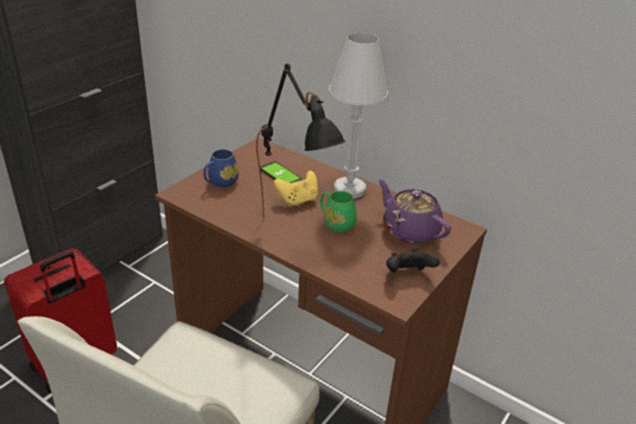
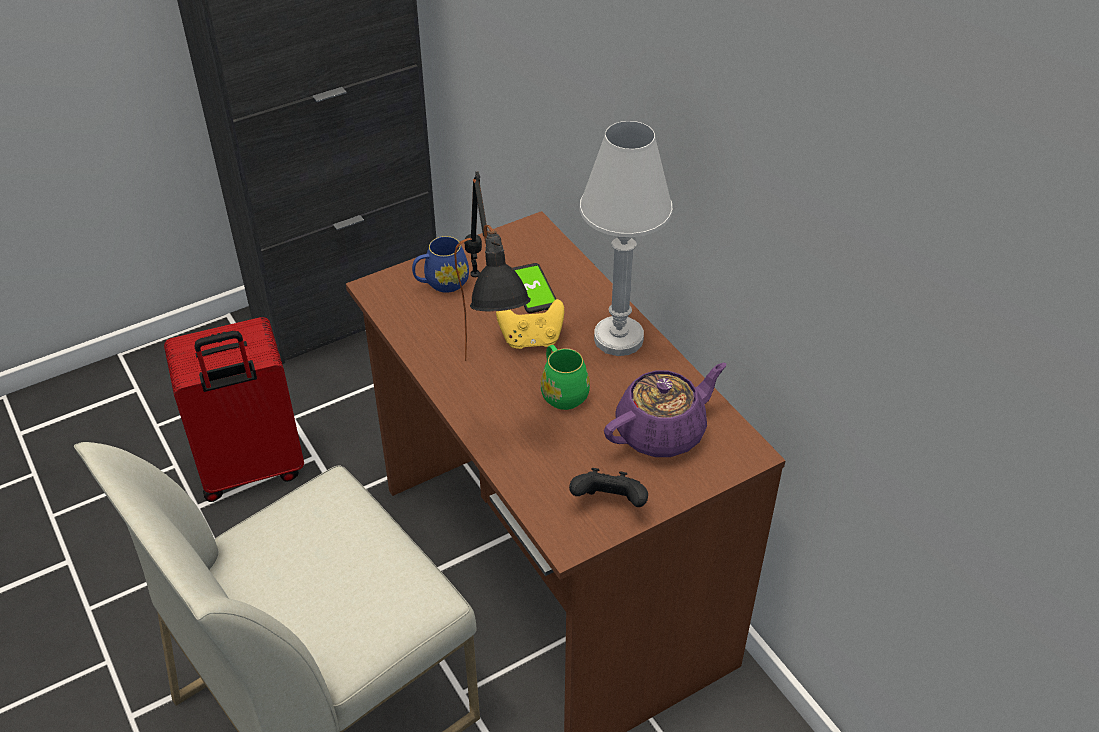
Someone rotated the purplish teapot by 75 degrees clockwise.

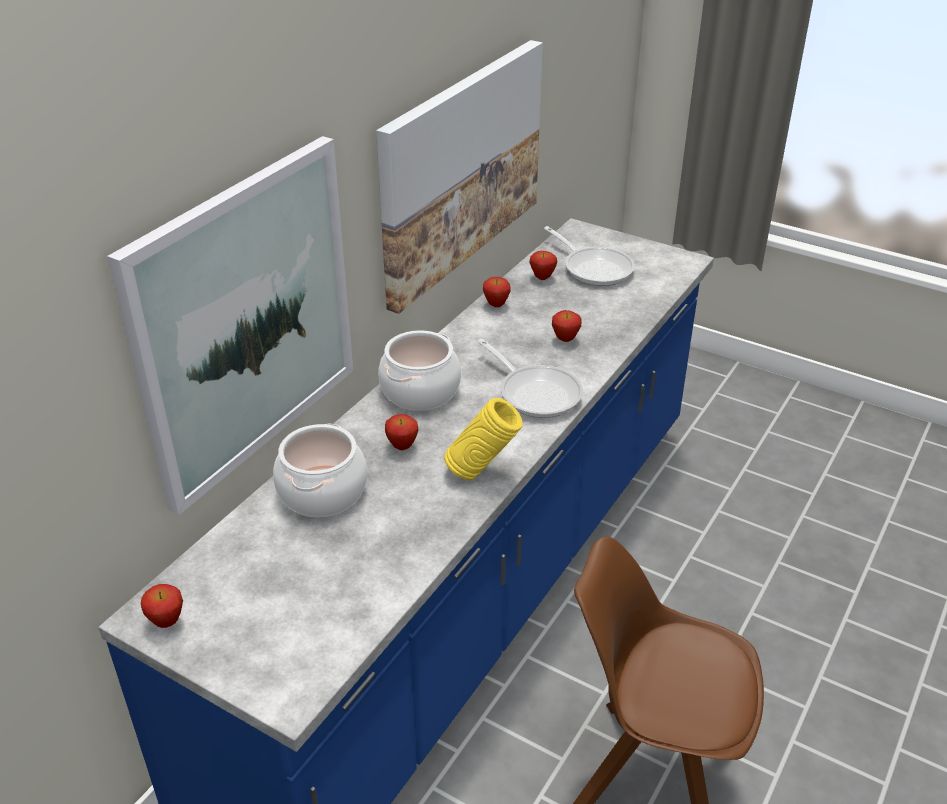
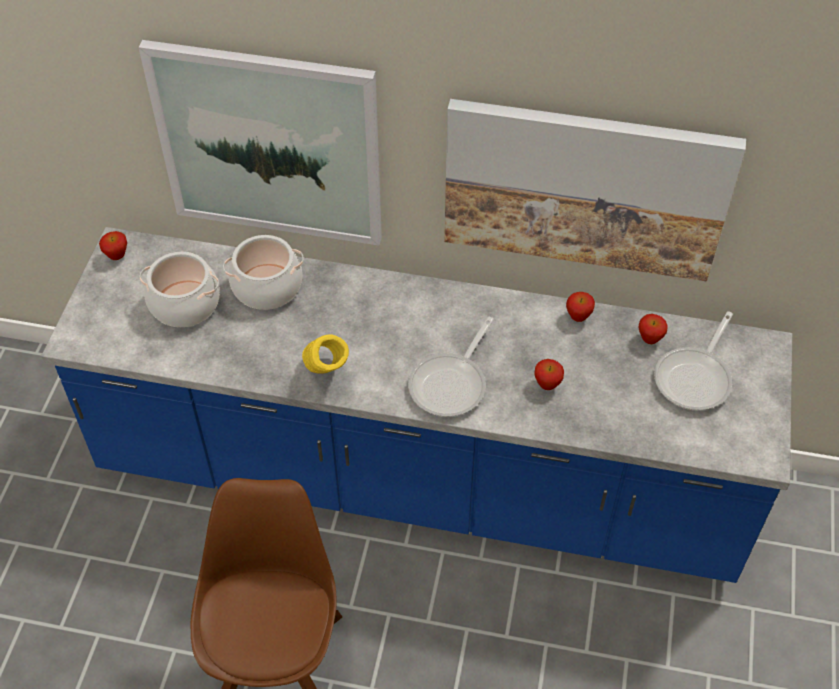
Someone carried the saucepot (2nd from left in the first image). Someone took away the whole apple (2nd from left).

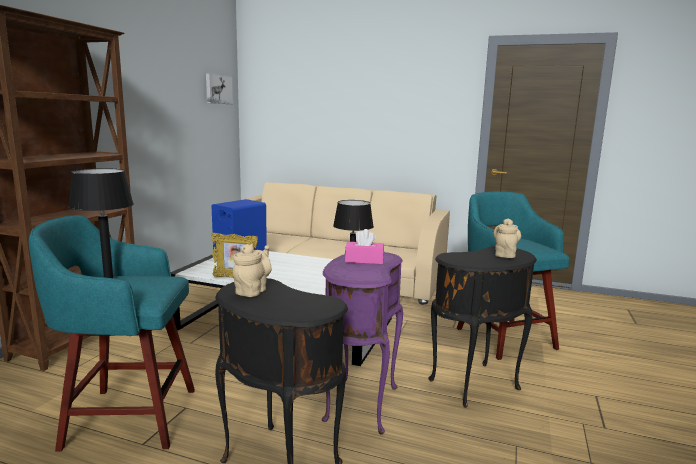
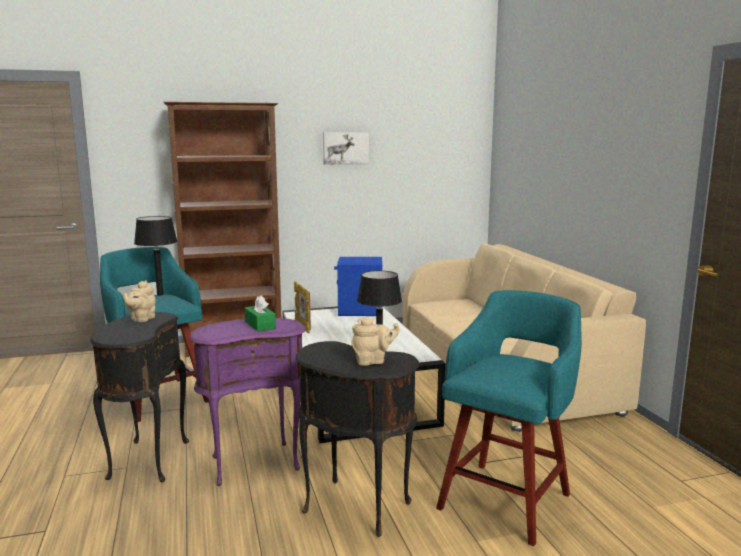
Someone carried the picture. Someone repainted the pink-coloured box of tissues, which became the green-coloured box of tissues. Someone rotated the beige-coloured teapot (1st from left) by 120 degrees clockwise.

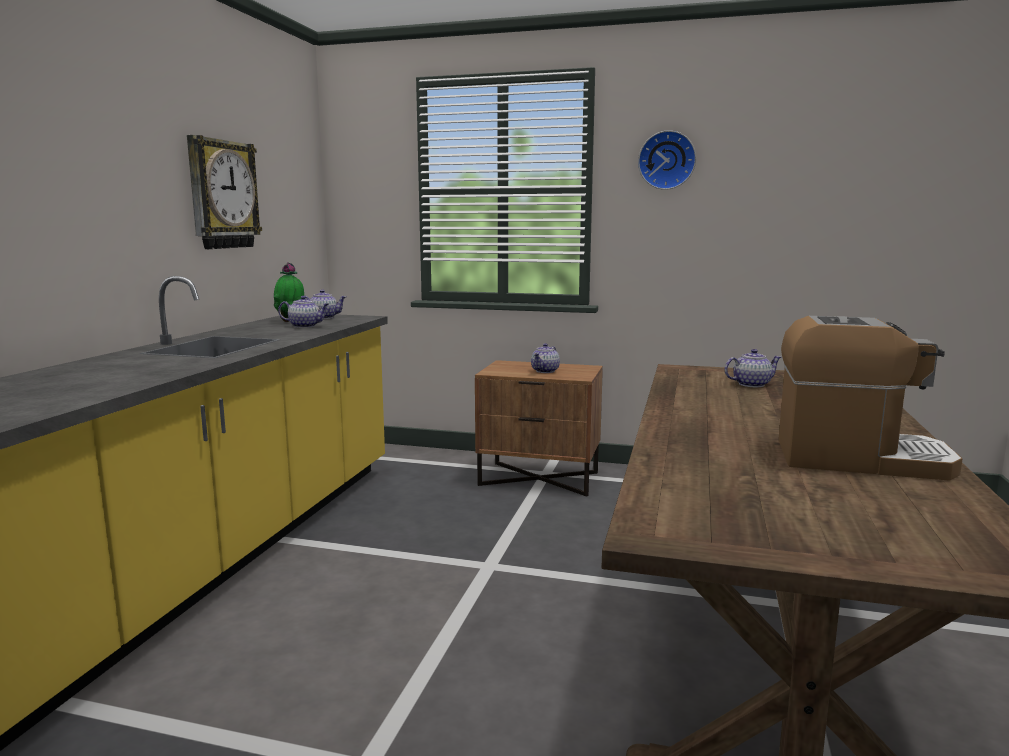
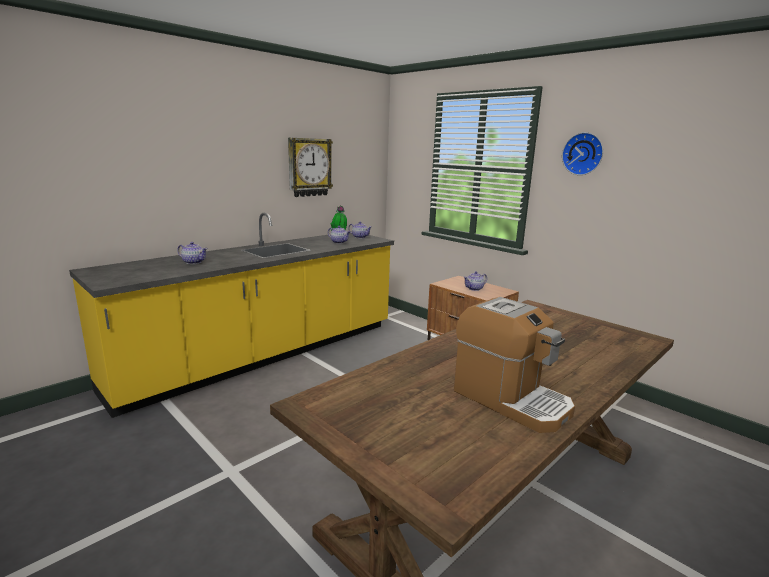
Someone carried the teapot (4th from left in the first image).

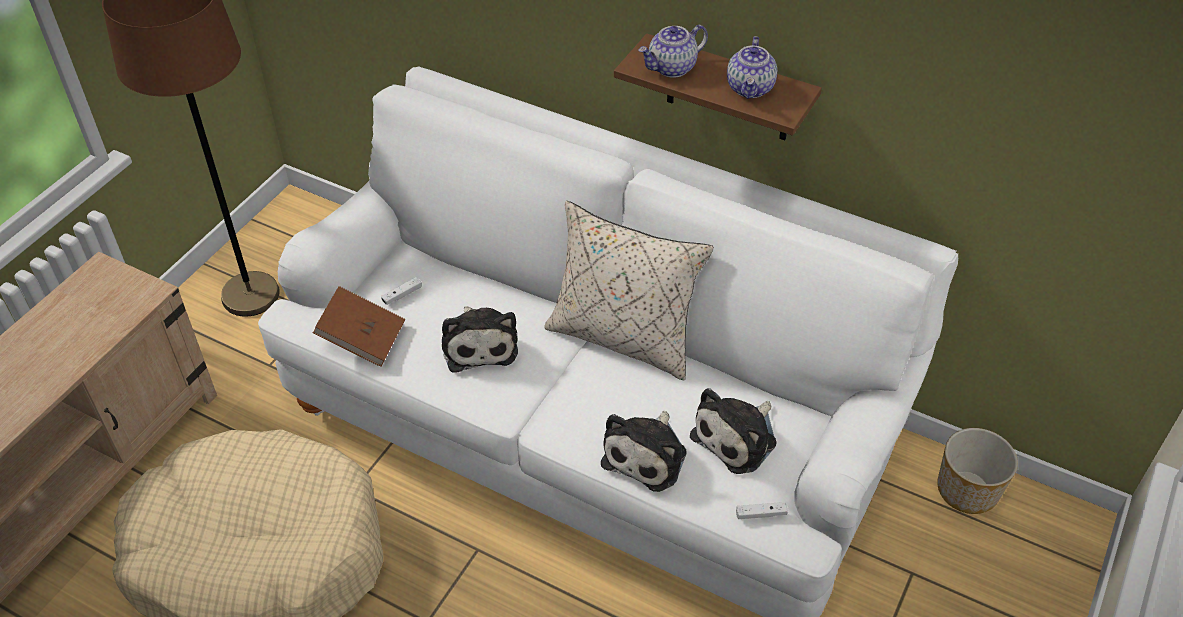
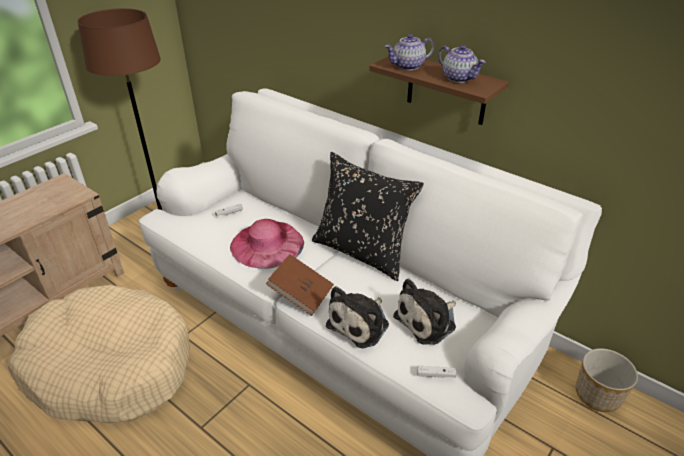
Someone rotated the teapot (2nd from left) by 60 degrees counterclockwise. Someone repainted the beige-coloured throw pillow, which became the black-coloured throw pillow. Someone carried the brown-coloured bound book. Someone swapped the cuddly toy (1st from left) for the pink-coloured hat.

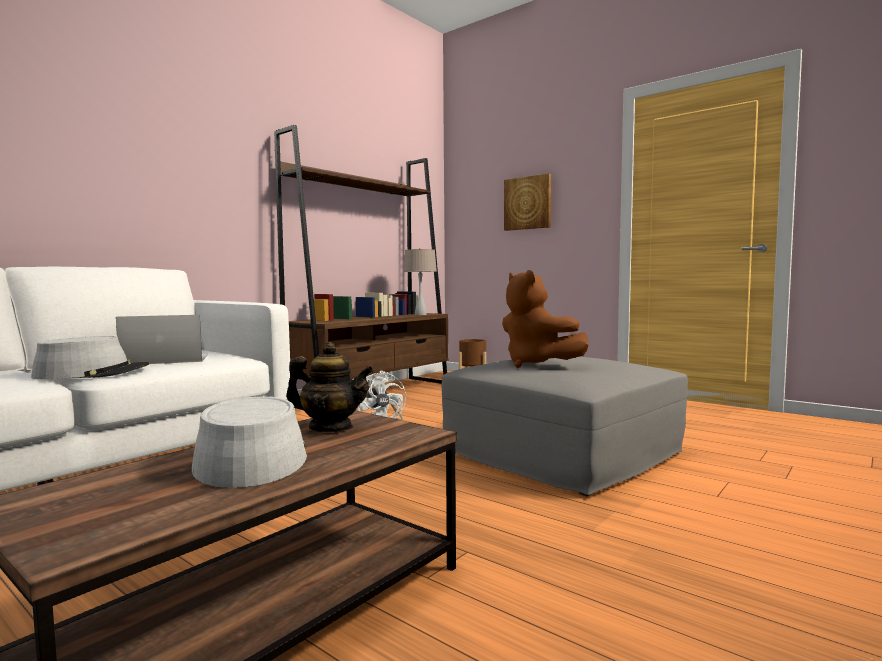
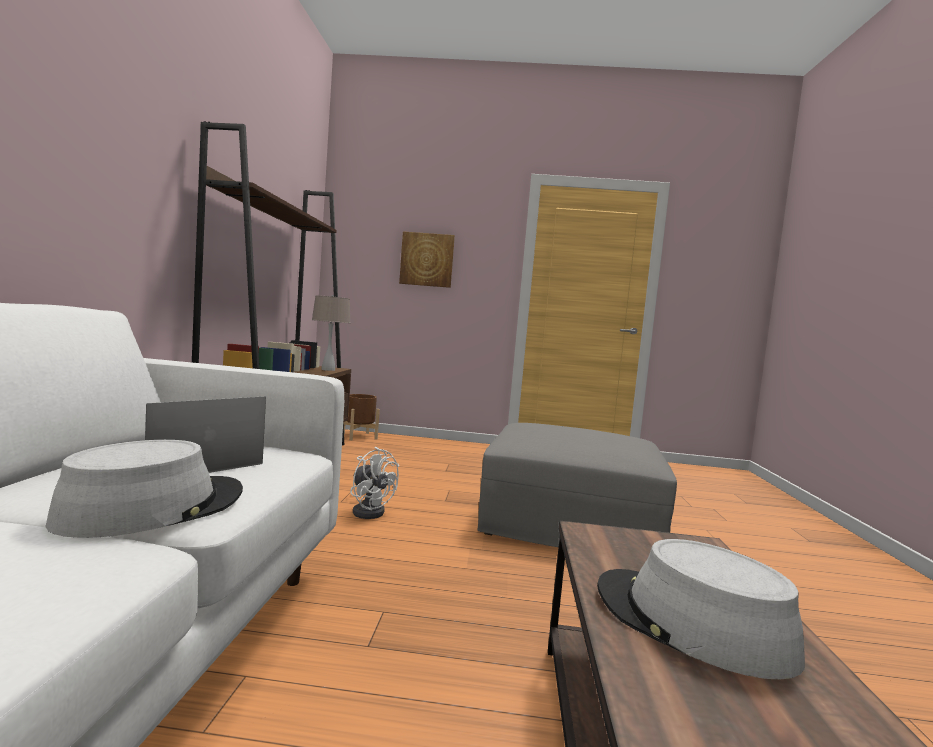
Someone took away the brown-coloured cuddly toy. Someone took away the teapot.

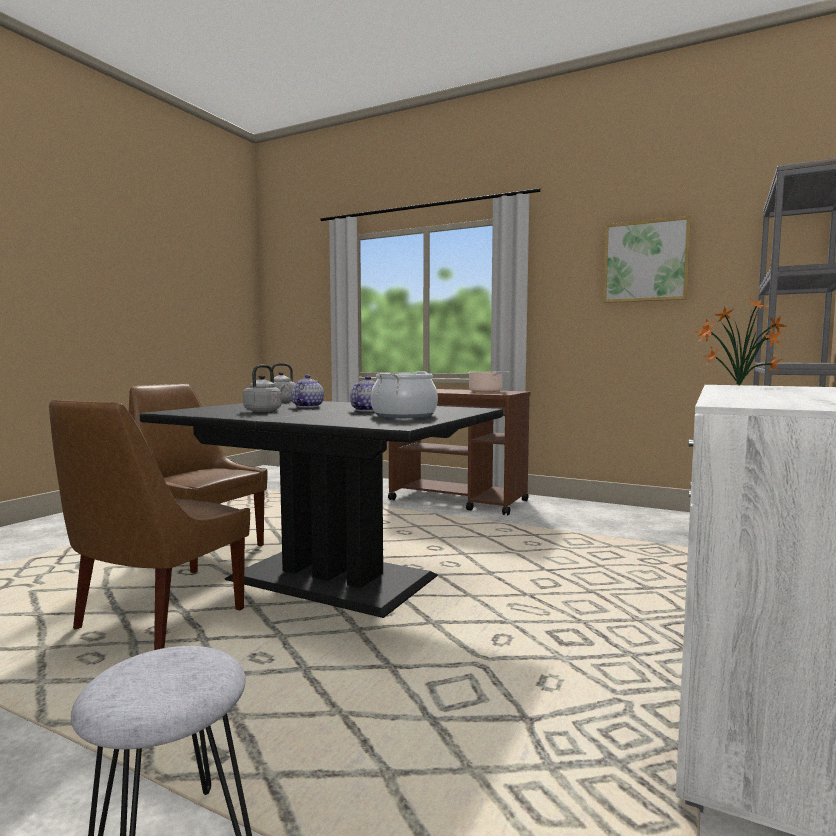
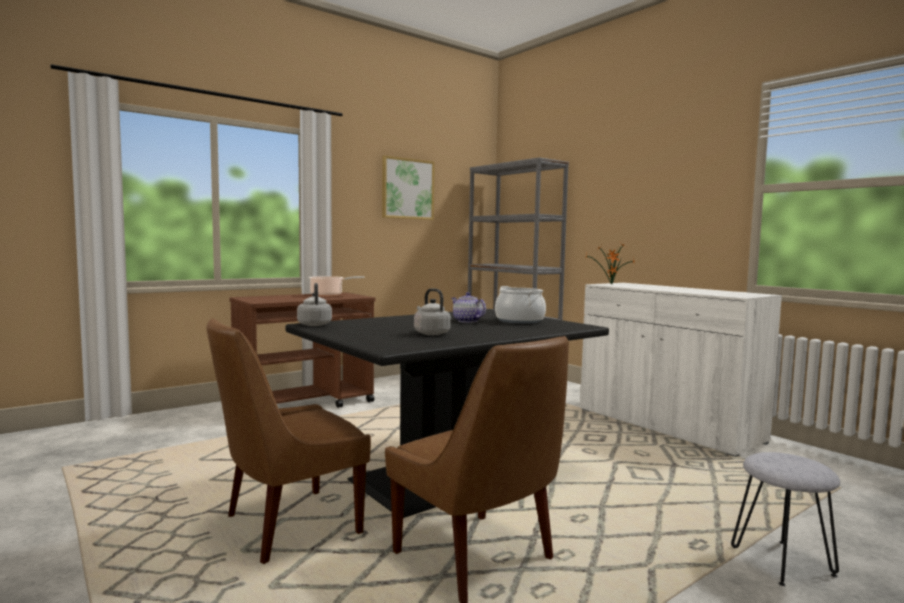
Someone took away the teapot (1st from left).

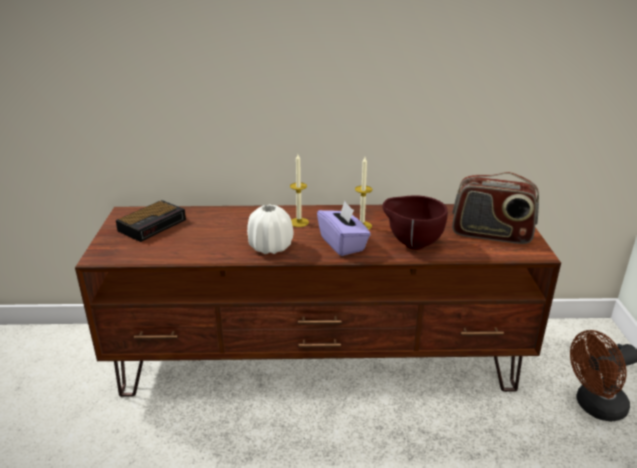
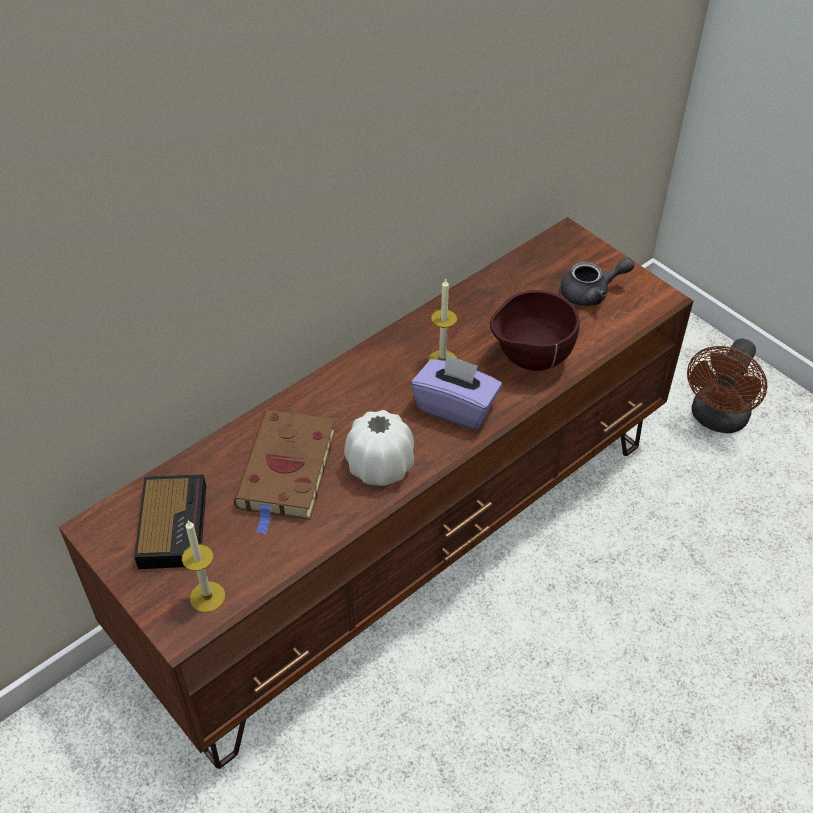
Someone carried the wax light (1st from left). Someone swapped the radio set for the greyish teapot. Someone put down the brown-coloured bound book.

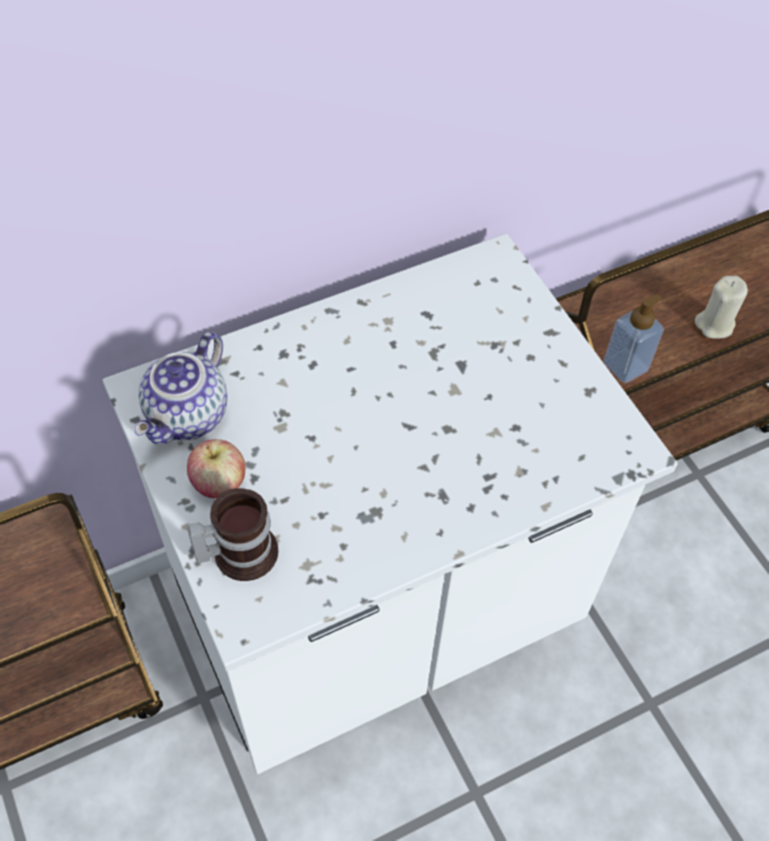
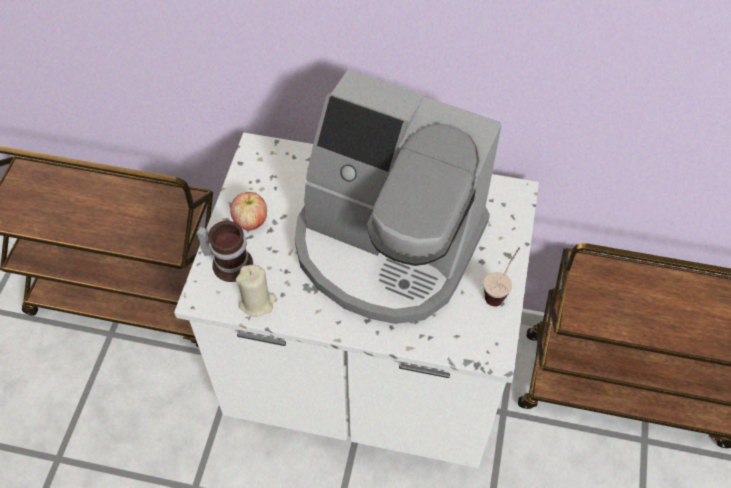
Someone carried the beige-coloured wax light. Someone took away the liquid soap bottle. Someone took away the teapot. Someone put down the coffee machine. Someone put down the cup.

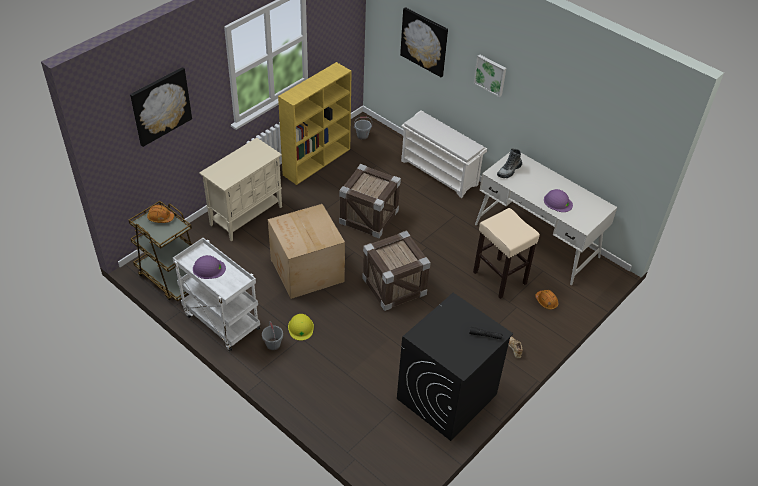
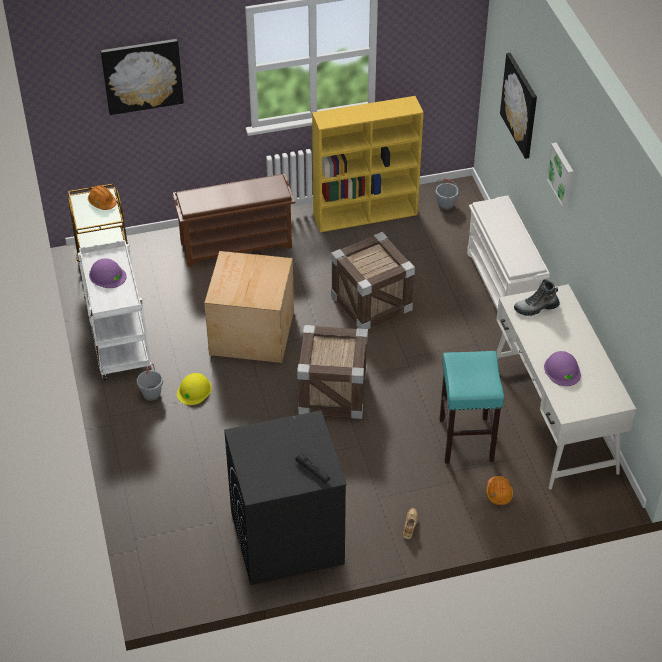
Someone swapped the beige-coloured cabinet for the brown-coloured shoe shelf. Someone repainted the beige-coloured stool, which became the turquoise-coloured stool.

